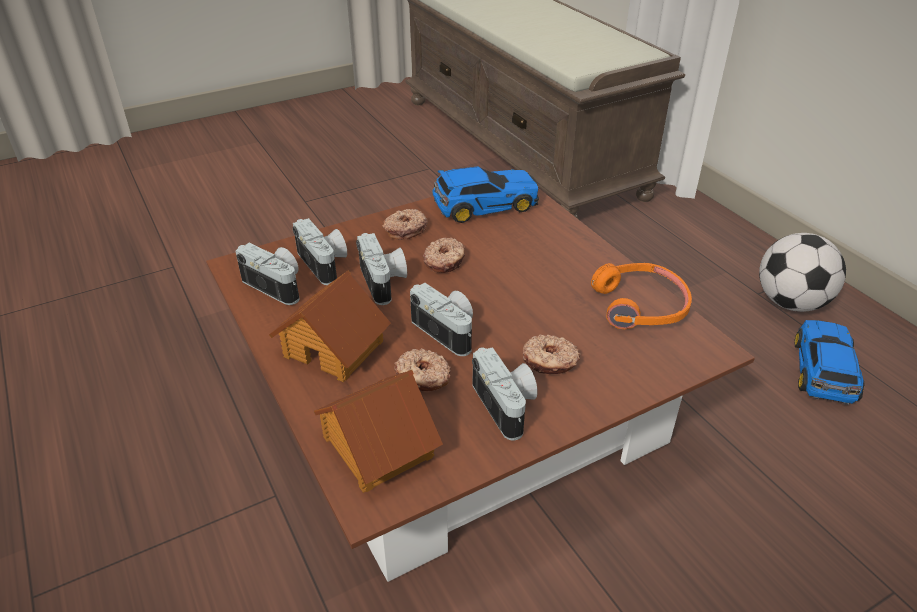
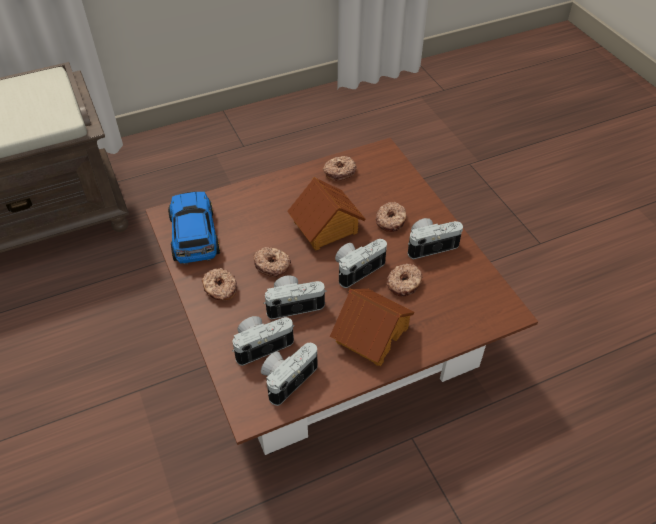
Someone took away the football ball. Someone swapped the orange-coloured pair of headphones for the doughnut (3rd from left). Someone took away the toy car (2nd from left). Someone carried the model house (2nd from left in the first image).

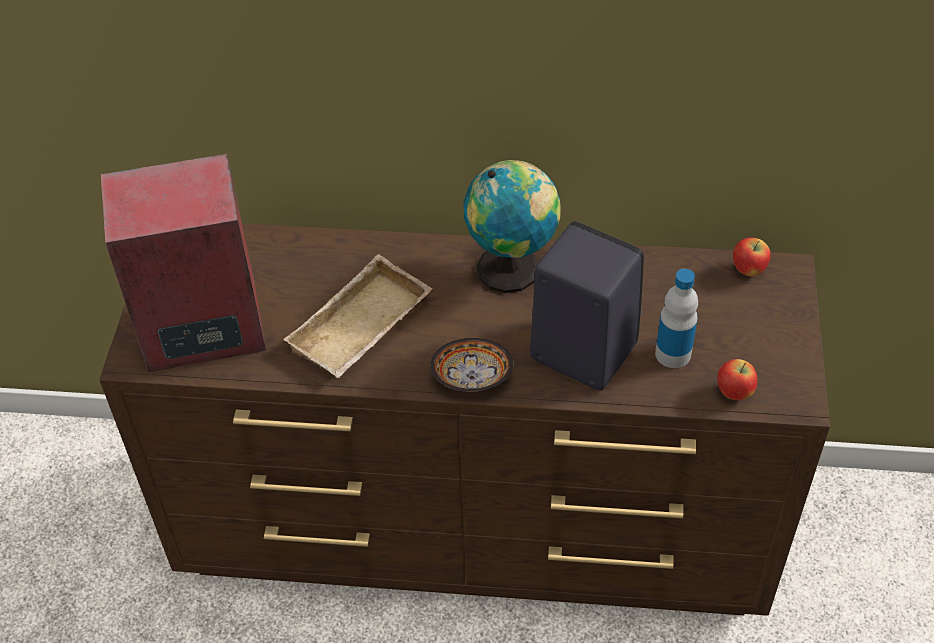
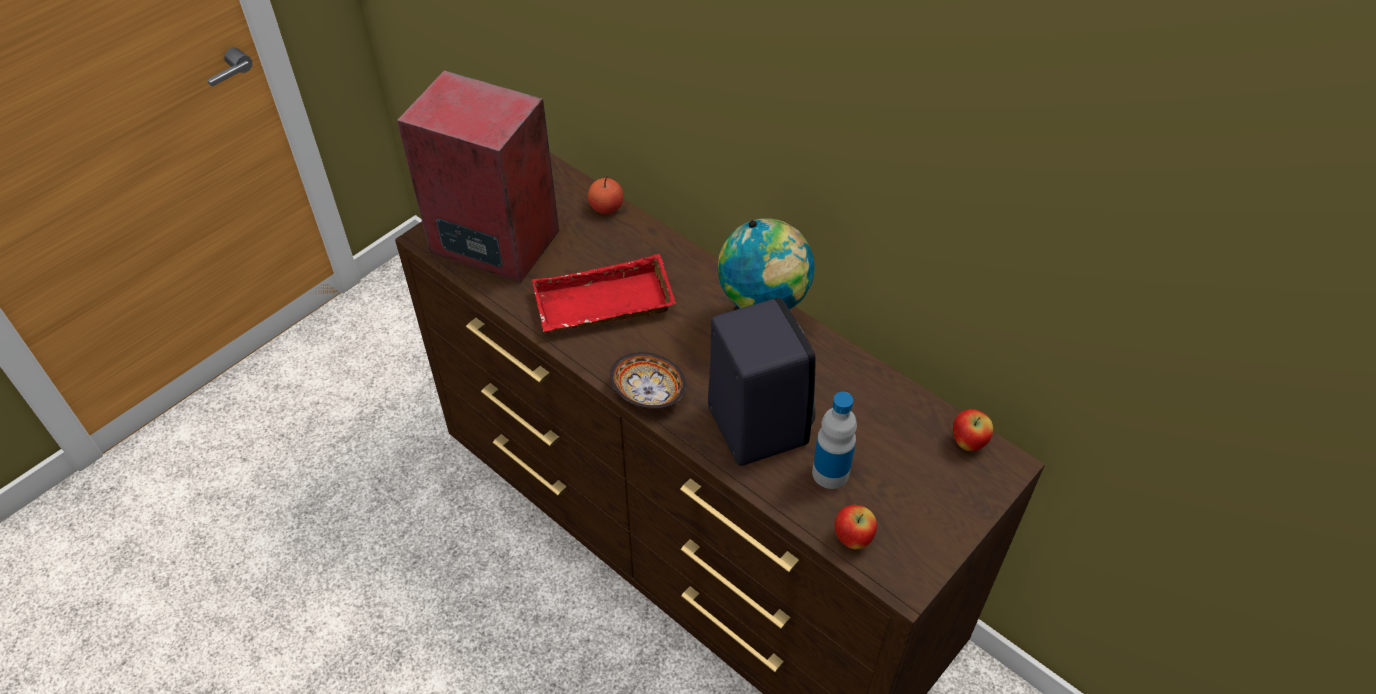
Someone repainted the beige-coloured serving tray, which became the red serving tray. Someone put down the whole apple (1st from left).

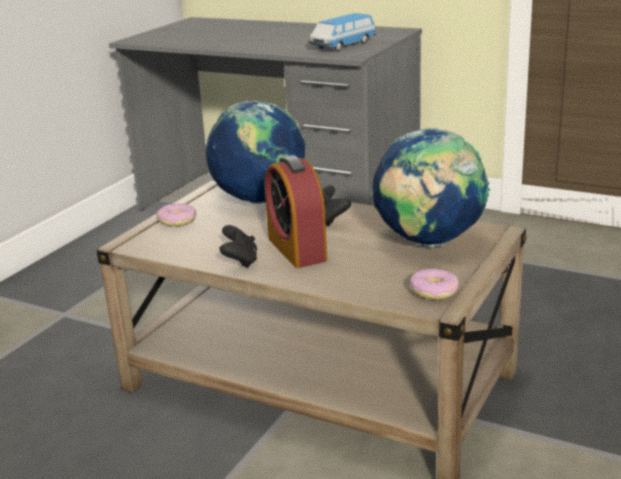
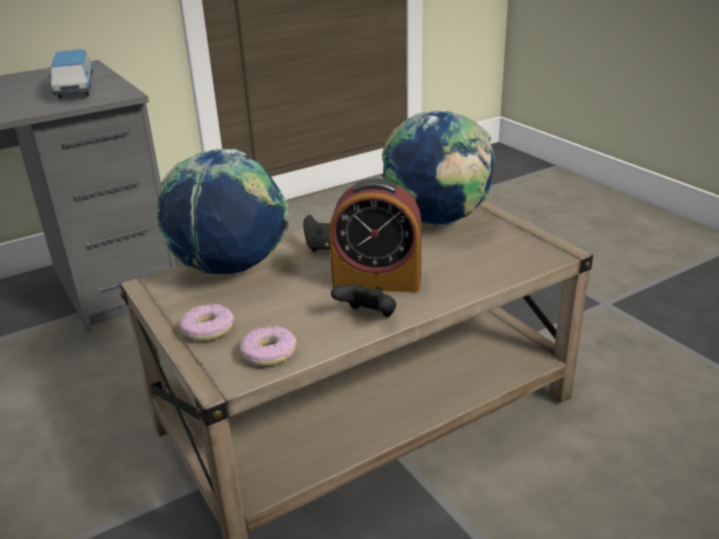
Someone carried the doughnut (2nd from left).

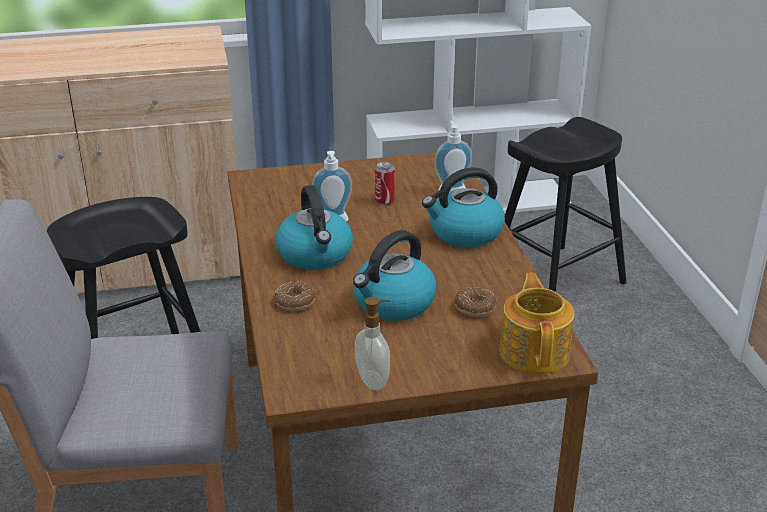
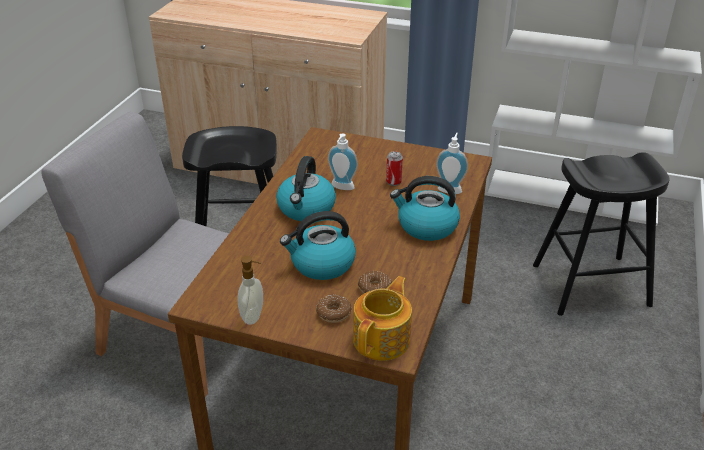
Someone carried the doughnut (1st from left).

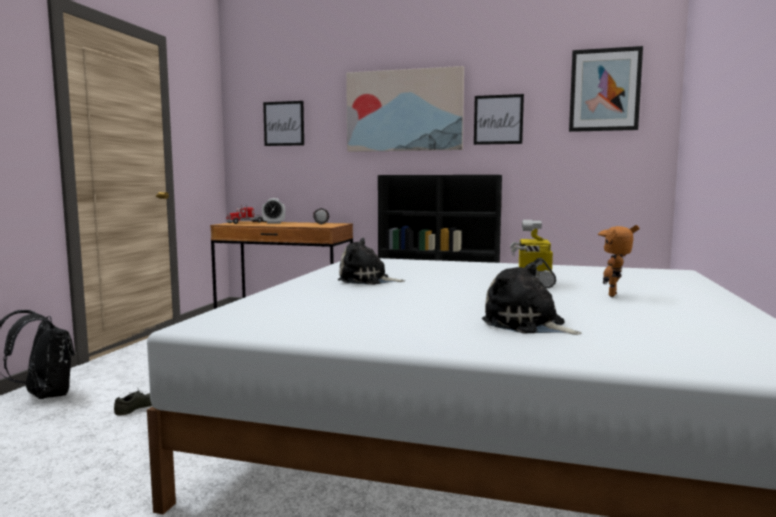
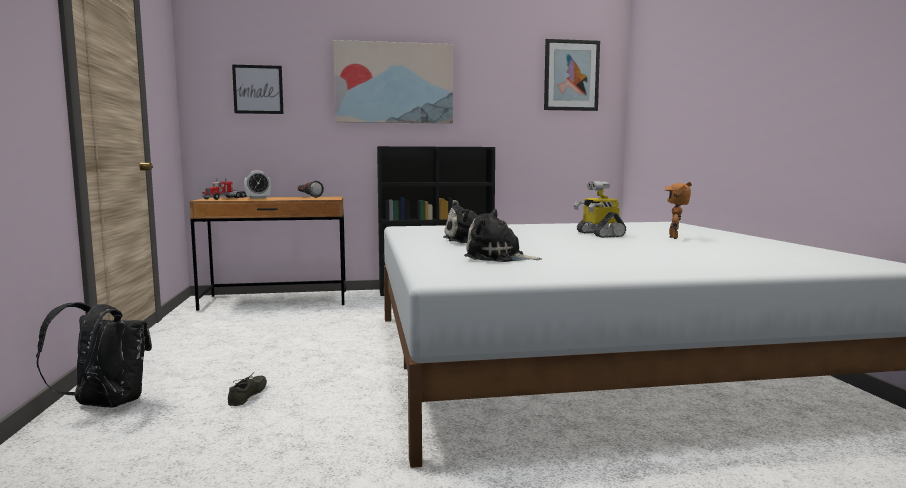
Someone took away the picture (3rd from left). Someone carried the cuddly toy (2nd from left).

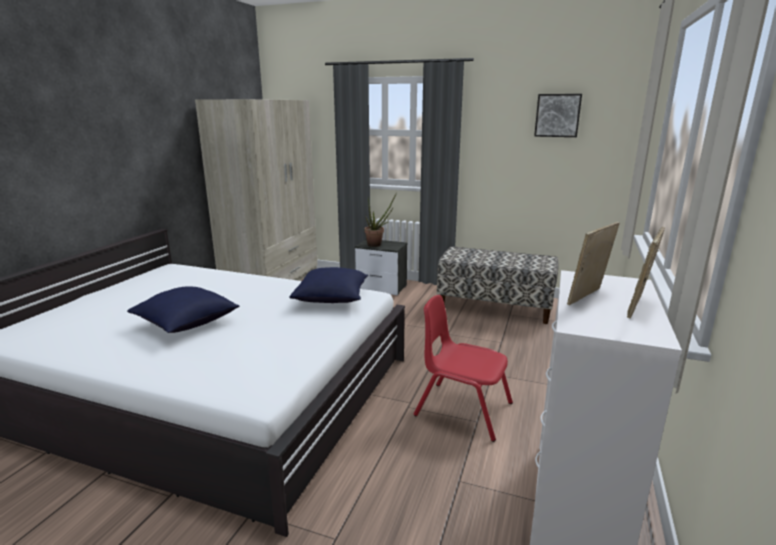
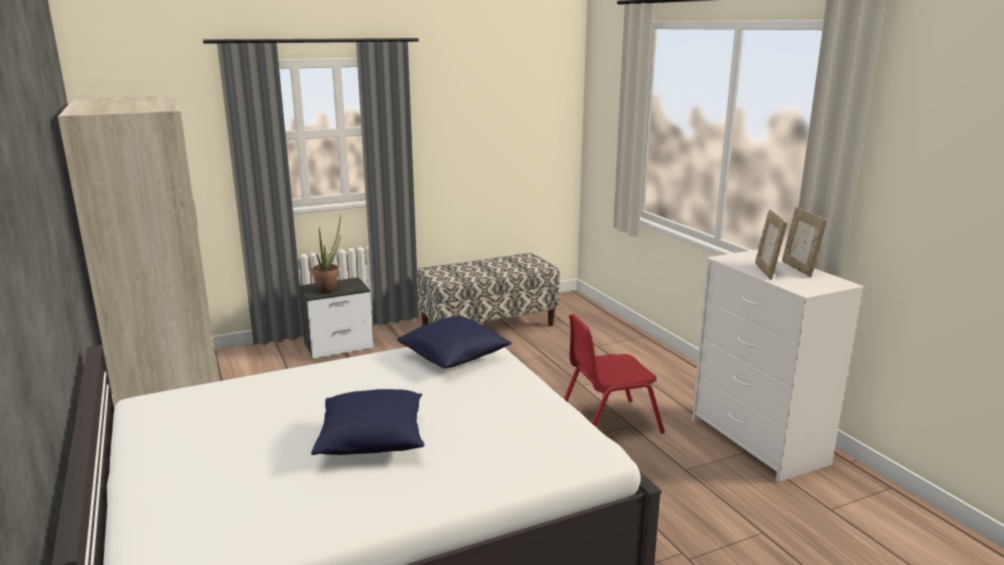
Someone took away the picture.

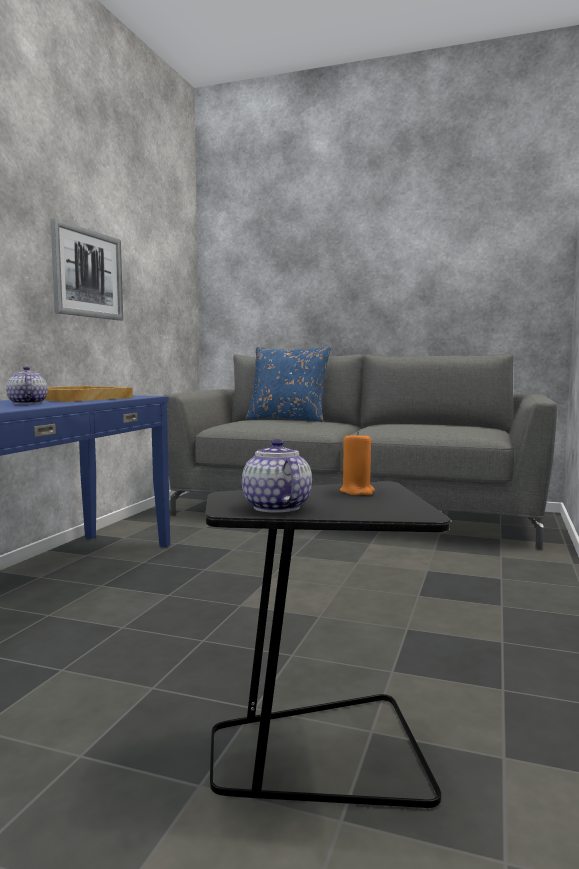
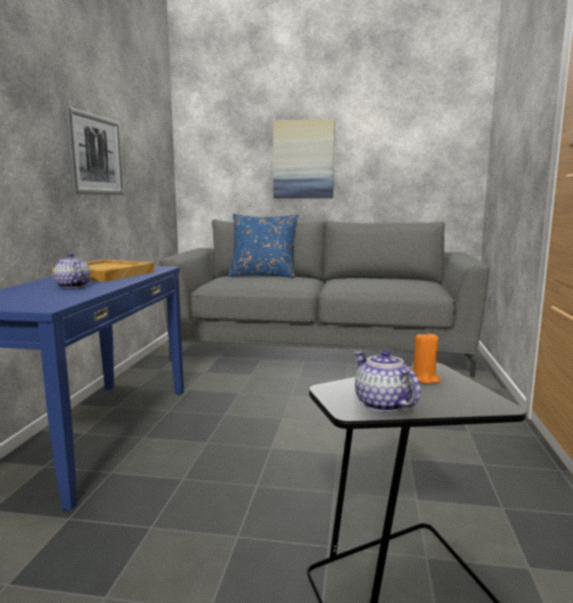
Someone put up the picture (2nd from left).

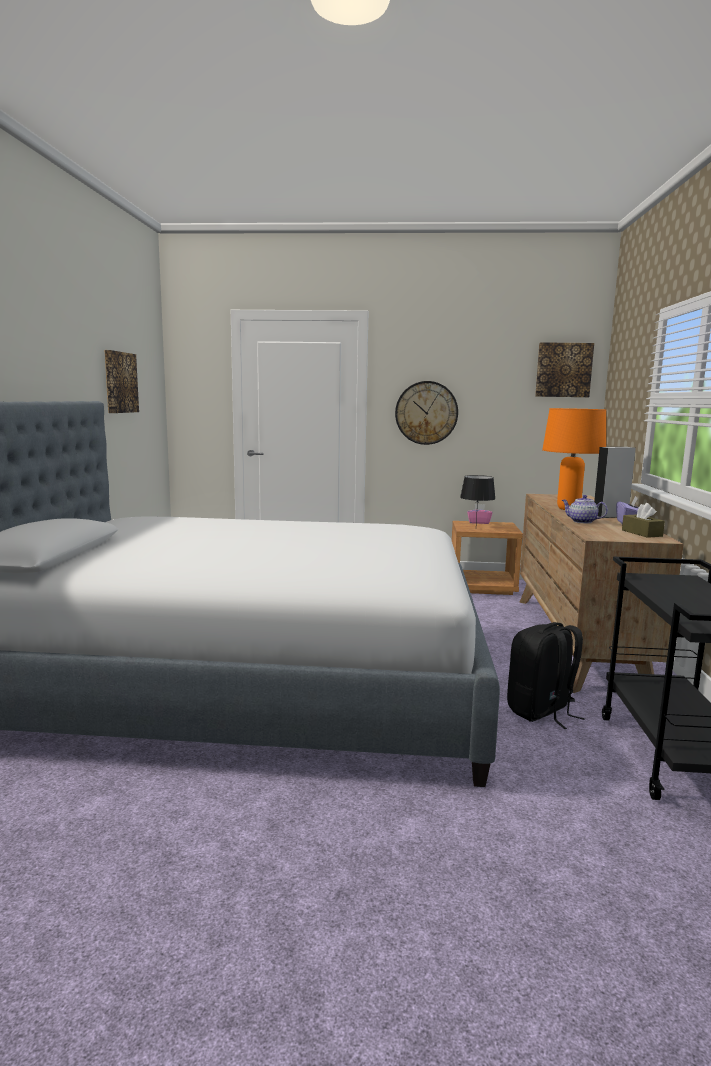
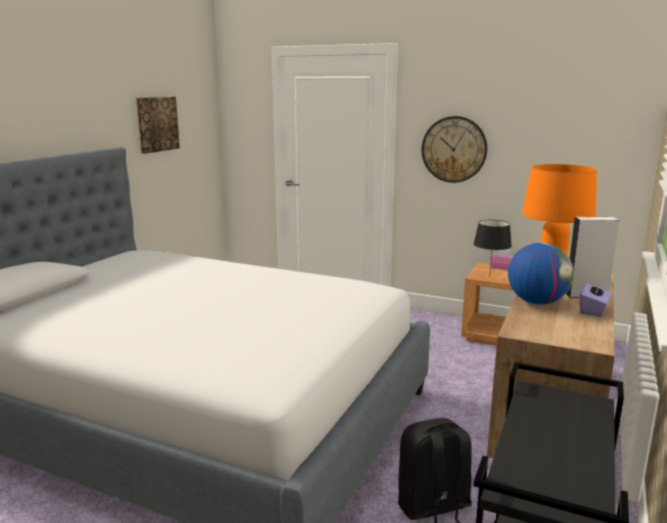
Someone took away the picture (2nd from left). Someone swapped the teapot for the desk globe. Someone took away the brown-coloured box of tissues.

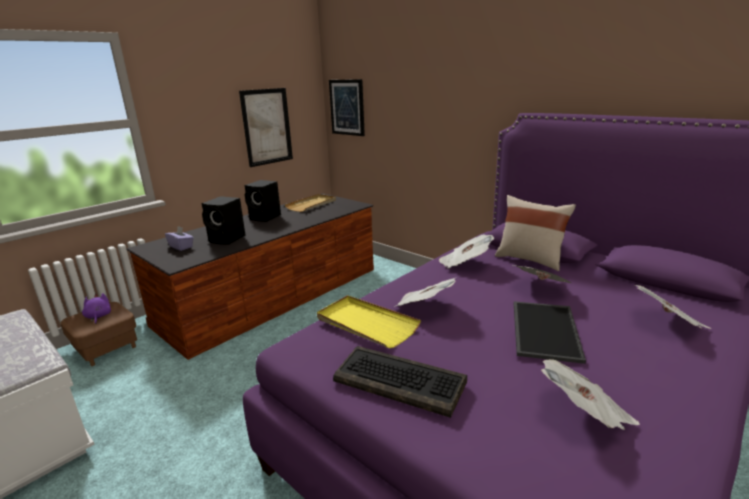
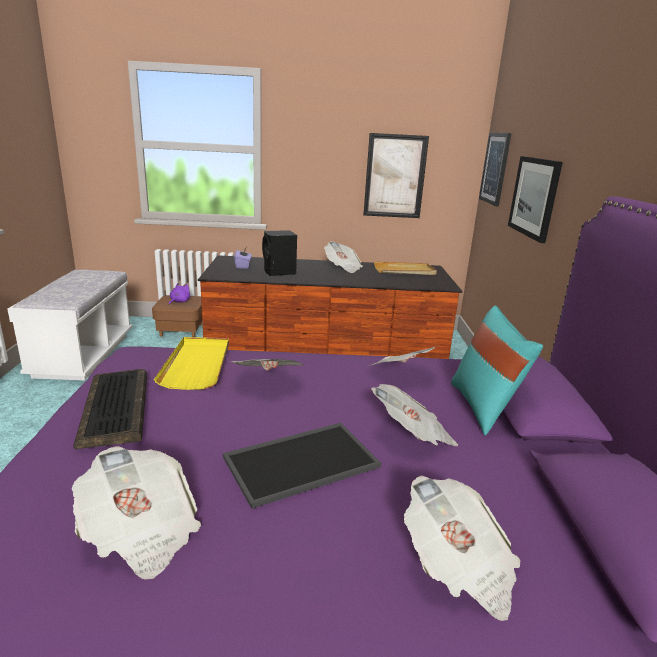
Someone swapped the black-coloured audio speaker (2nd from left) for the printed paper (3rd from left). Someone repainted the beige-coloured throw pillow, which became the turquoise-coloured throw pillow. Someone put up the picture (3rd from left).

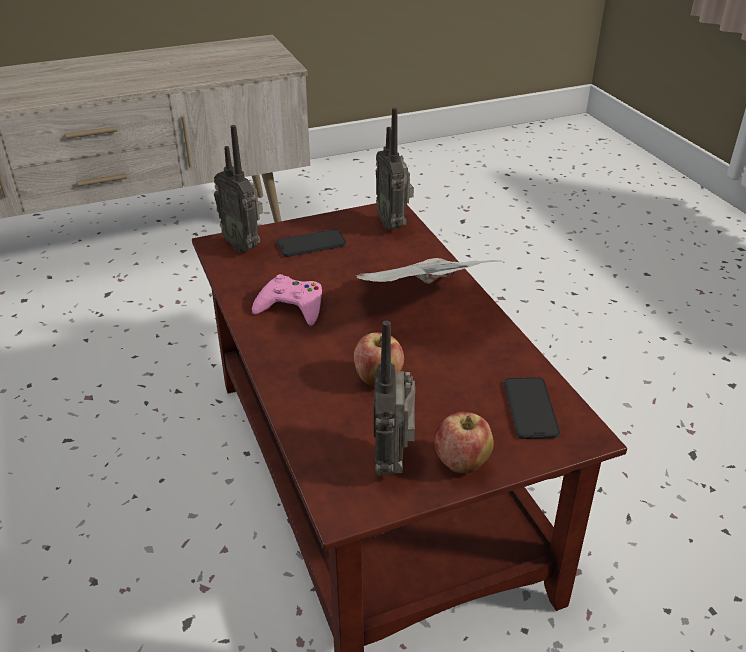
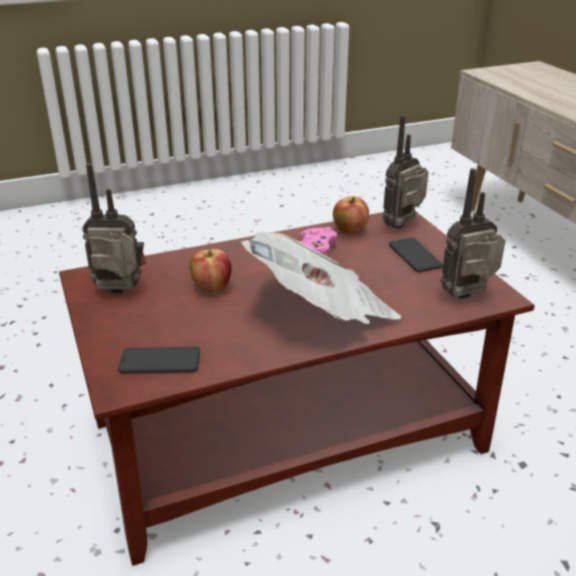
Someone carried the whole apple (2nd from left).

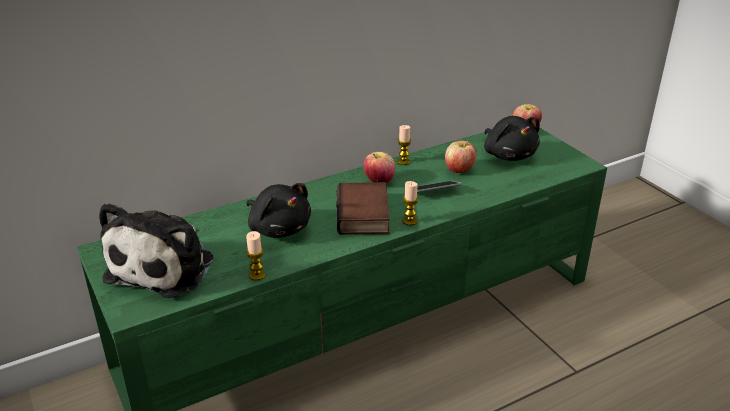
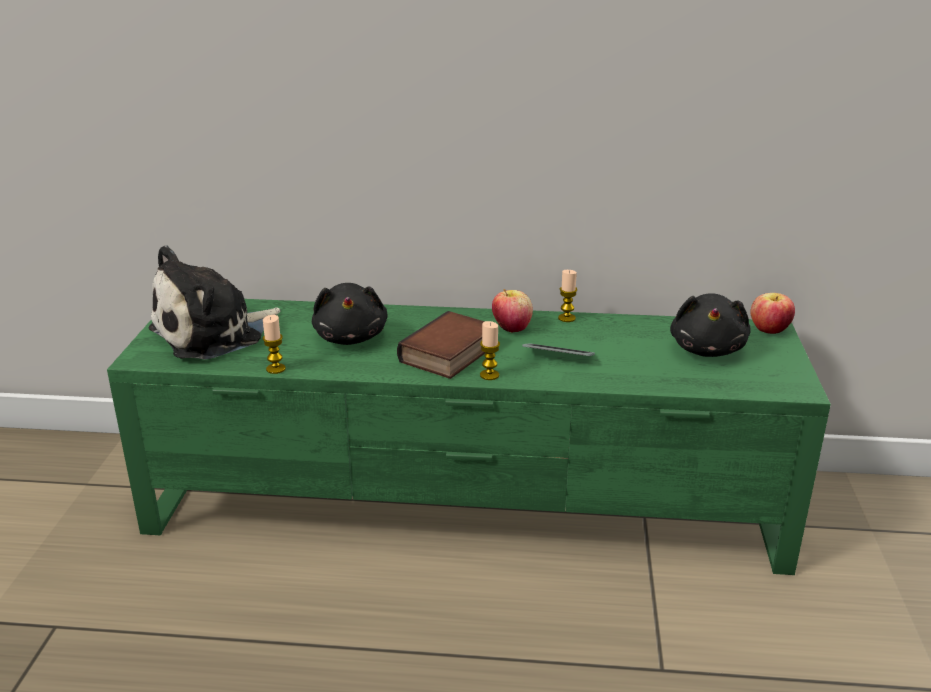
Someone took away the whole apple (2nd from left).

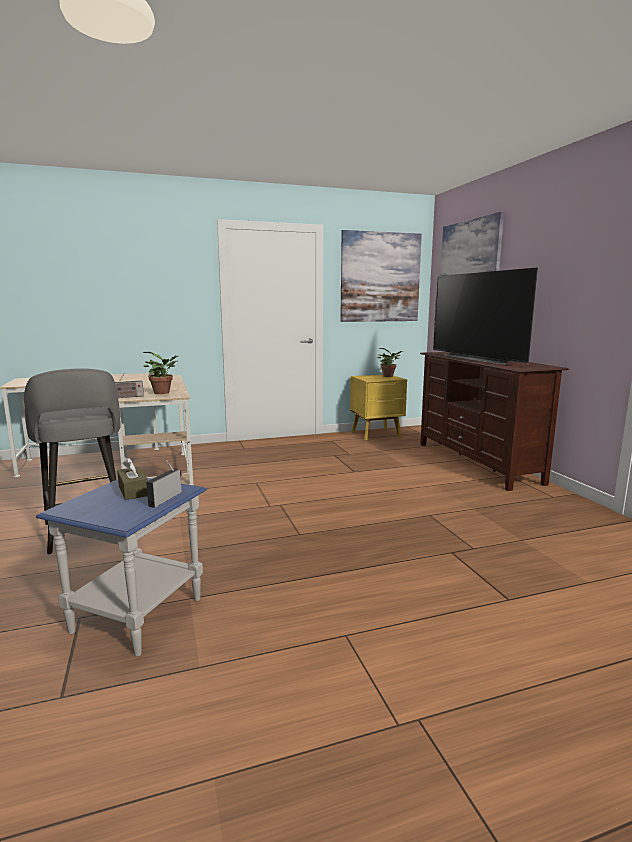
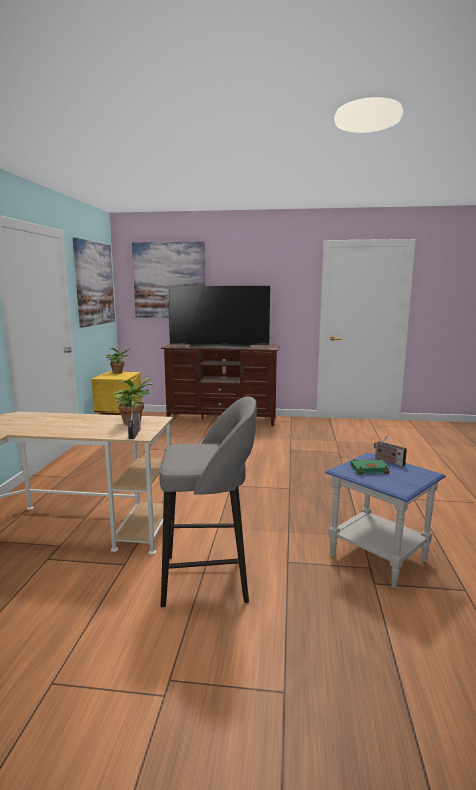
Someone swapped the brown-coloured box of tissues for the green-coloured bound book.

